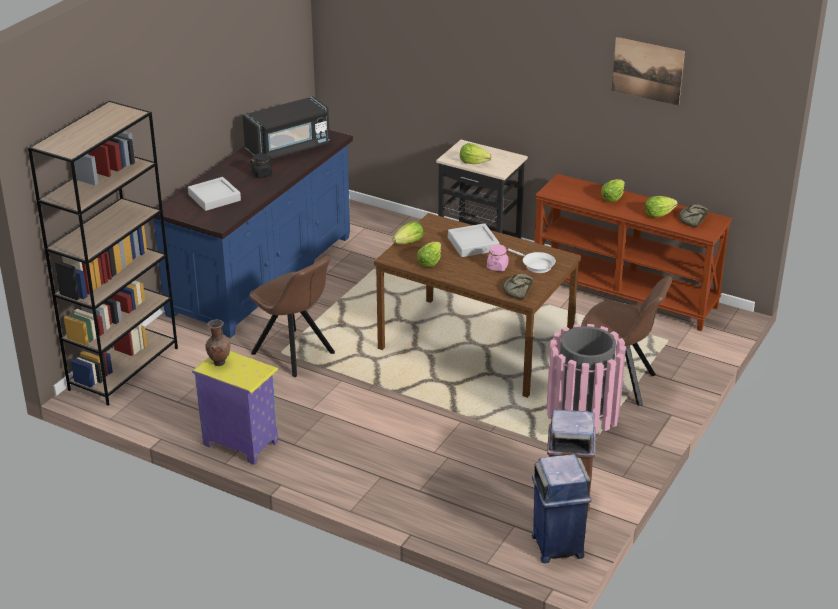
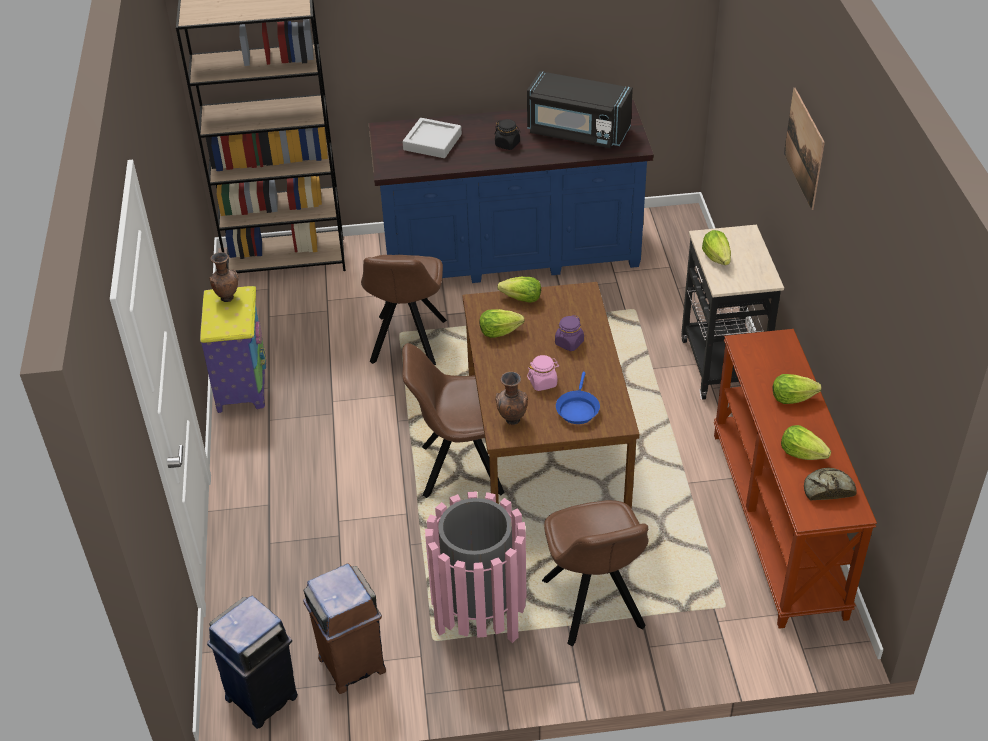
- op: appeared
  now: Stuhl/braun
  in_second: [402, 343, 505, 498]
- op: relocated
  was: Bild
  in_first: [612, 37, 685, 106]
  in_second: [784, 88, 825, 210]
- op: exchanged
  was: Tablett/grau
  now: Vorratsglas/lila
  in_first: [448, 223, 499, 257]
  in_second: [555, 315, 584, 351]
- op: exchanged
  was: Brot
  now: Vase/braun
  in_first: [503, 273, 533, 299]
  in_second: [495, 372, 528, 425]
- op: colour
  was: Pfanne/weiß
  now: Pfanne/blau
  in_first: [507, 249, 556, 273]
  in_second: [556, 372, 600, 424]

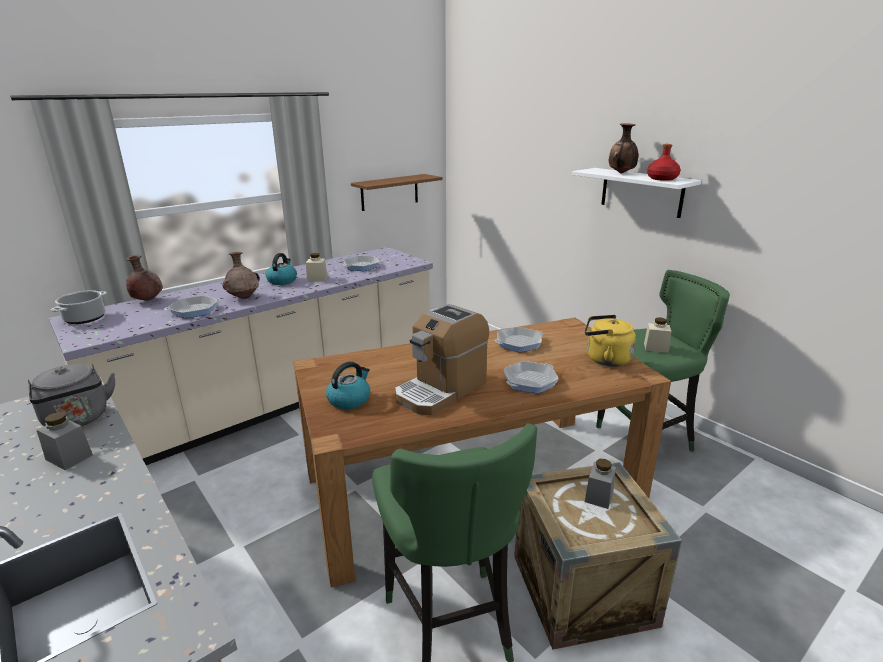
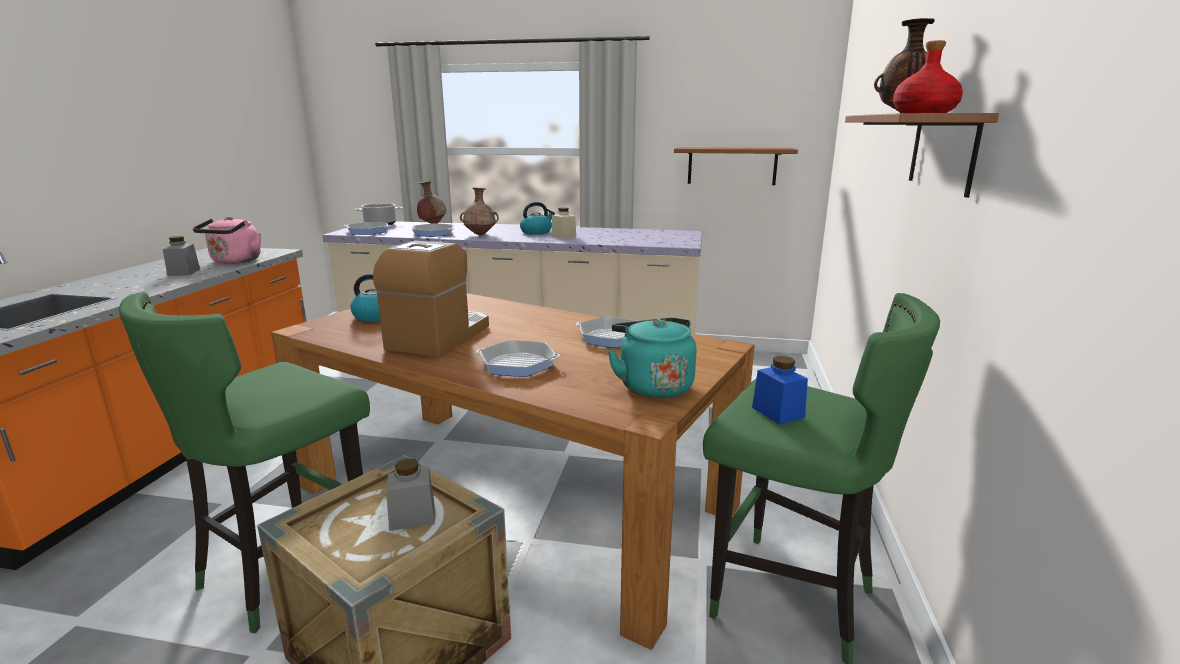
- op: relocated
  was: Pfanne
  in_first: [343, 256, 379, 271]
  in_second: [344, 222, 391, 235]
- op: colour
  was: Wasserkessel/grau
  now: Wasserkessel/rosa
  in_first: [28, 363, 115, 426]
  in_second: [193, 216, 261, 264]
- op: colour
  was: Wandregal/weiß
  now: Wandregal/braun
  in_first: [572, 168, 701, 218]
  in_second: [845, 113, 999, 198]
- op: colour
  was: Wasserkessel/gelb
  now: Wasserkessel/türkis
  in_first: [585, 315, 636, 367]
  in_second: [608, 318, 696, 398]
- op: colour
  was: Vorratsglas/beige
  now: Vorratsglas/blau
  in_first: [644, 317, 671, 353]
  in_second: [752, 356, 808, 425]
- op: spun
  was: Kaffeemaschine
  in_first: [395, 304, 489, 415]
  in_second: [373, 240, 489, 358]
  clockwise: 105

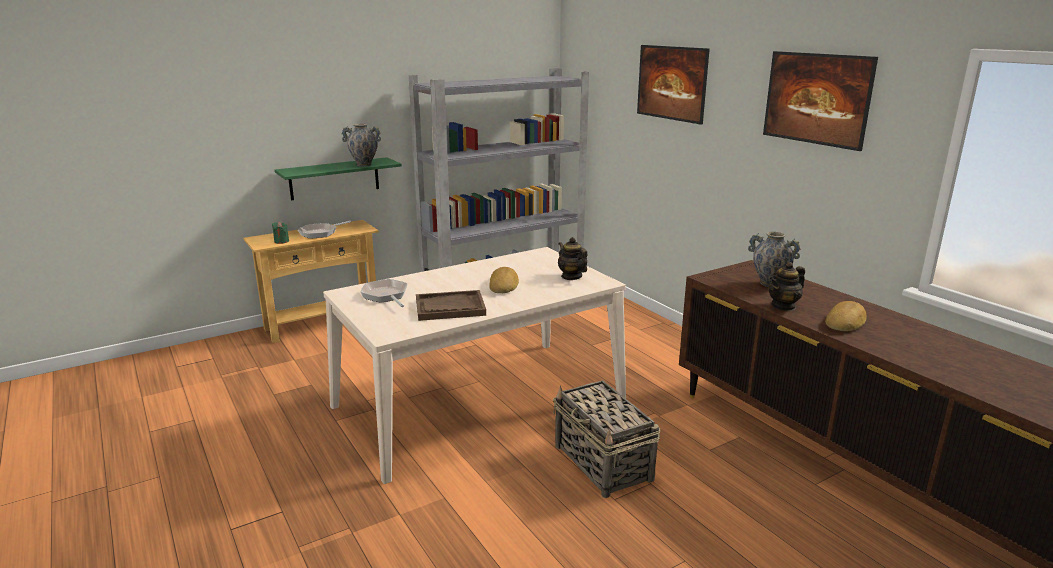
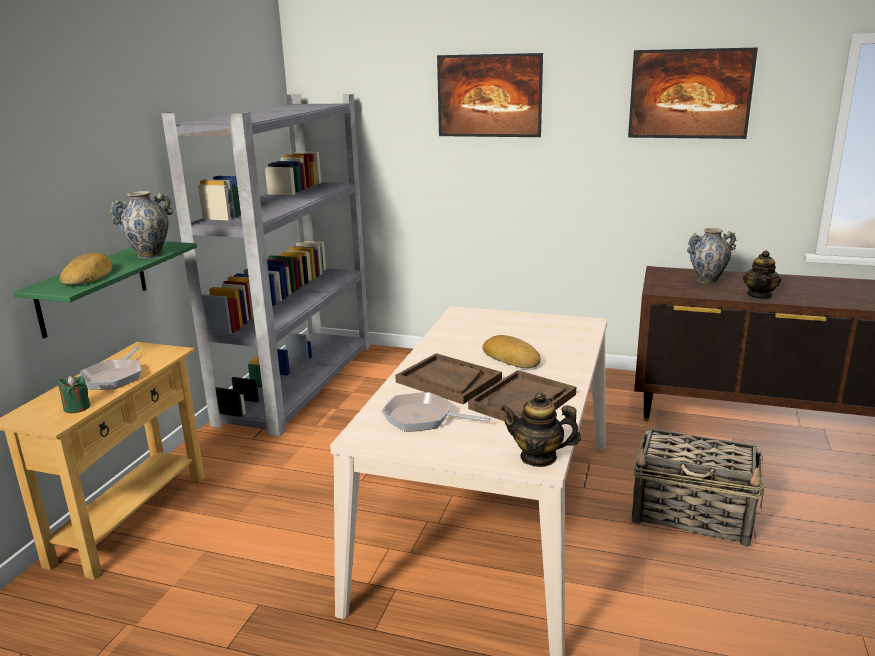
- op: appeared
  now: Tablett/braun
  in_second: [395, 353, 502, 404]
- op: relocated
  was: Teekanne
  in_first: [558, 237, 587, 280]
  in_second: [501, 392, 581, 467]
- op: relocated
  was: Brot
  in_first: [825, 301, 867, 331]
  in_second: [60, 253, 112, 285]

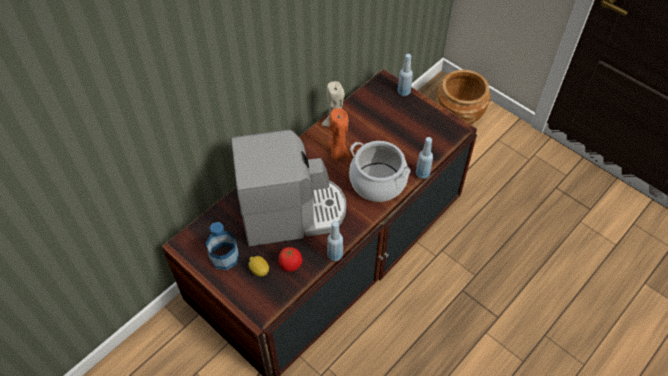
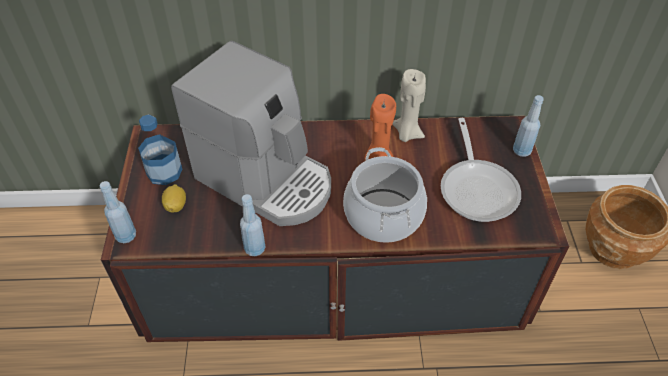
- op: missing
  was: Tomate
  in_first: [279, 247, 302, 272]
- op: appeared
  now: Pfanne
  in_second: [441, 118, 521, 222]
- op: relocated
  was: Flasche/blau
  in_first: [416, 137, 433, 179]
  in_second: [99, 181, 136, 243]

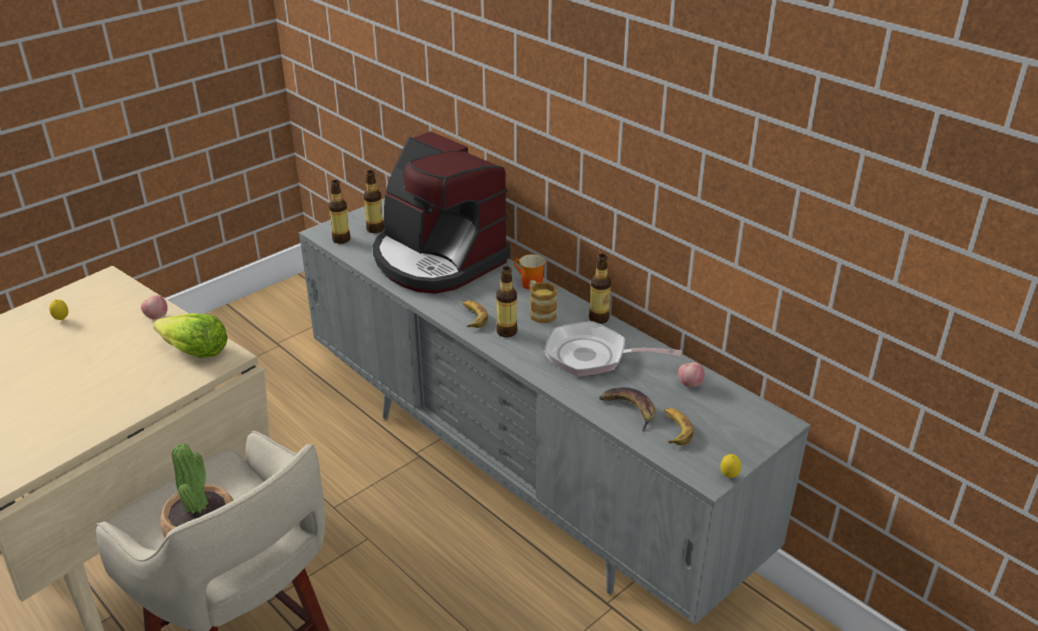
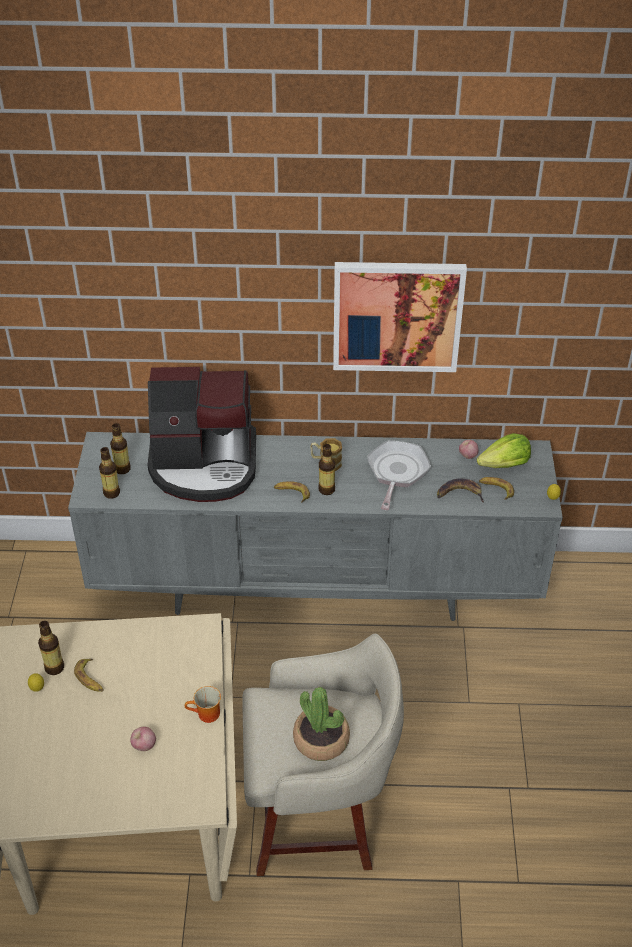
- op: appeared
  now: Banane
  in_second: [74, 659, 103, 692]
- op: appeared
  now: Bild
  in_second: [333, 262, 467, 372]
- op: relocated
  was: Apfel
  in_first: [141, 295, 168, 320]
  in_second: [130, 727, 156, 751]
- op: relocated
  was: Salatkopf
  in_first: [153, 313, 228, 358]
  in_second: [477, 433, 531, 468]
- op: relocated
  was: Henkelbecher
  in_first: [514, 254, 545, 290]
  in_second: [184, 686, 221, 723]
- op: relocated
  was: Flasche
  in_first: [589, 254, 611, 324]
  in_second: [38, 621, 64, 675]
- op: spun
  was: Pfanne
  in_first: [545, 321, 682, 377]
  in_second: [367, 440, 431, 510]
  clockwise: 135

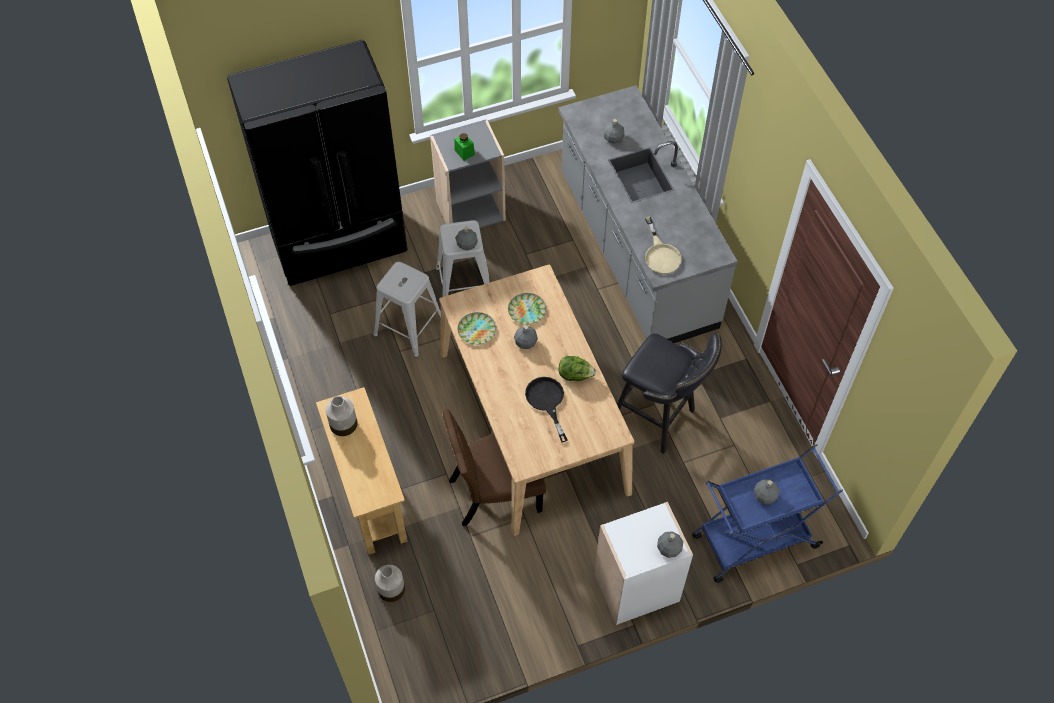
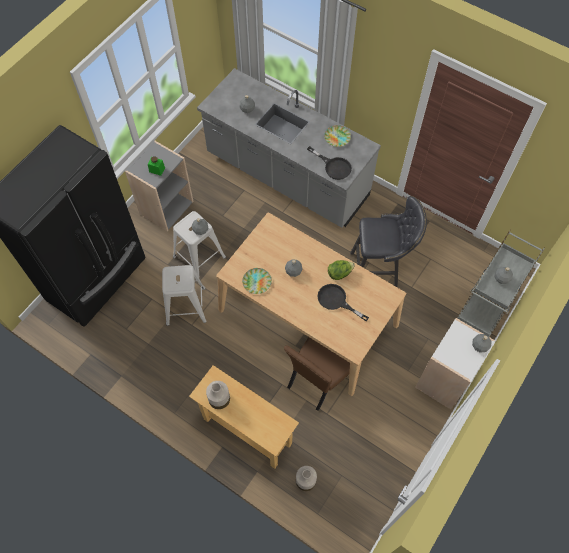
- op: relocated
  was: Teller
  in_first: [508, 293, 546, 325]
  in_second: [324, 125, 351, 147]
- op: colour
  was: Pfanne/beige
  now: Pfanne/schwarz
  in_first: [645, 216, 682, 274]
  in_second: [307, 146, 352, 180]
- op: colour
  was: Rollwagen/blau
  now: Rollwagen/grau
  in_first: [692, 444, 843, 583]
  in_second: [457, 230, 545, 337]

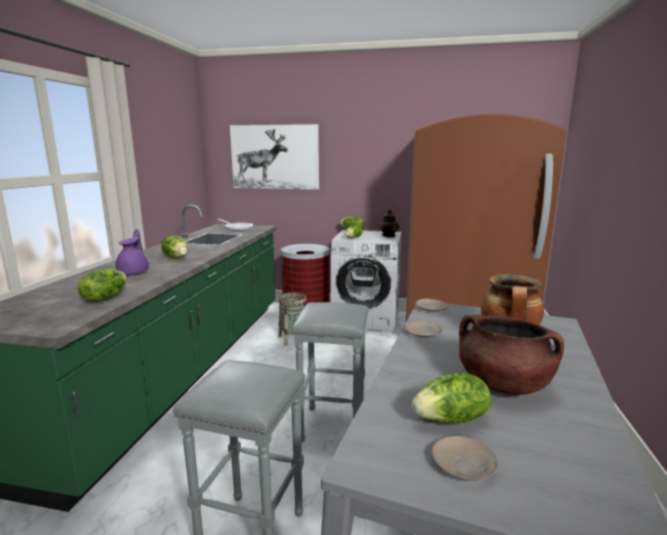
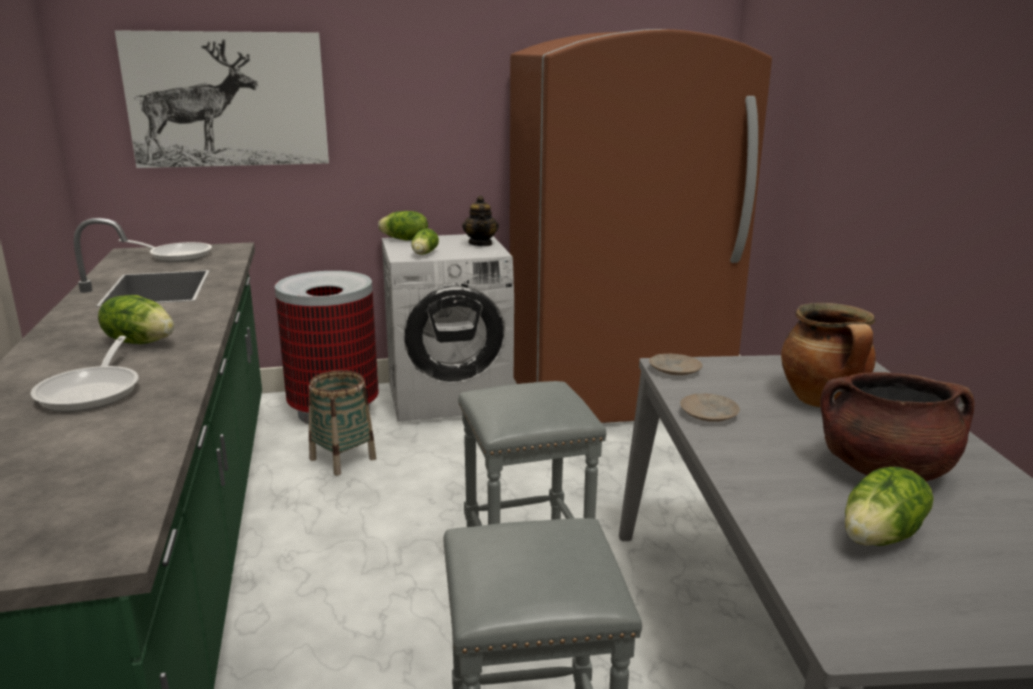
- op: missing
  was: Salatkopf
  in_first: [78, 269, 127, 302]
- op: missing
  was: Teller/beige
  in_first: [432, 436, 499, 481]
- op: exchanged
  was: Teekanne/lila
  now: Pfanne
  in_first: [116, 229, 149, 275]
  in_second: [30, 336, 139, 412]

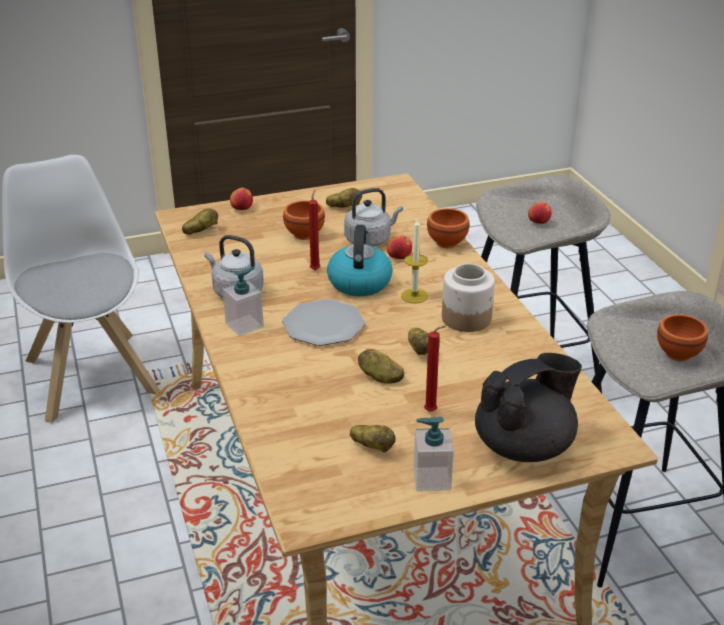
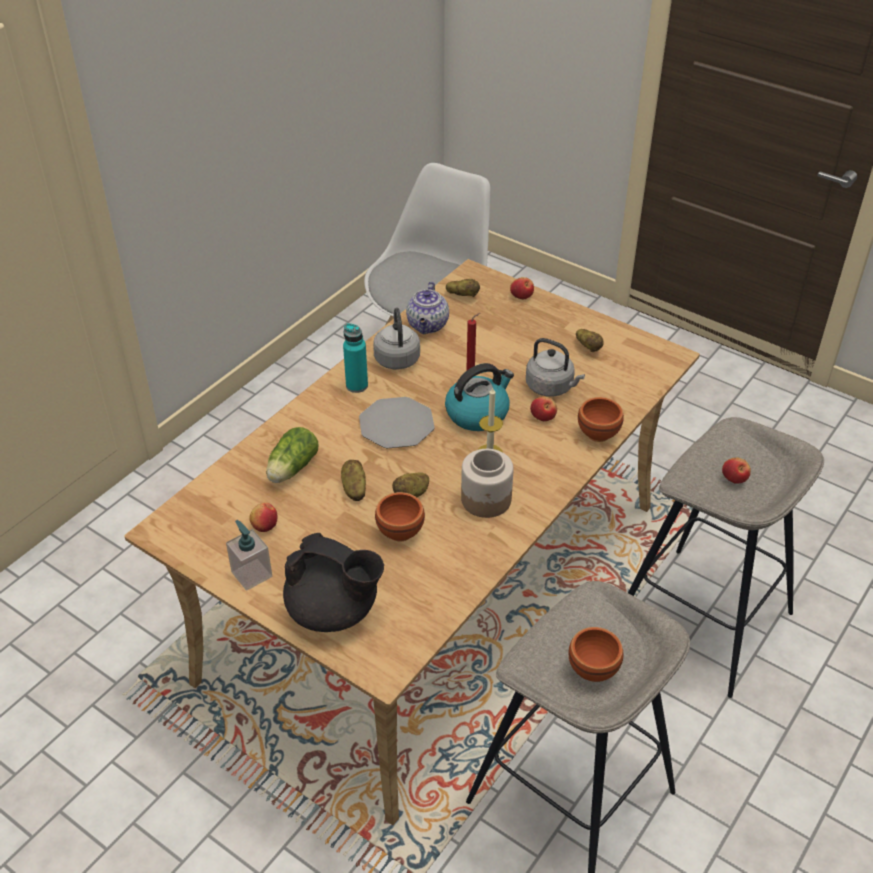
- op: missing
  was: Kerze/rot
  in_first: [424, 326, 446, 412]
- op: appeared
  now: Salatkopf
  in_second: [266, 427, 318, 483]
- op: appeared
  now: Teekanne
  in_second: [406, 282, 449, 334]
- op: relocated
  was: Schüssel/braun
  in_first: [283, 201, 325, 240]
  in_second: [375, 492, 425, 541]
- op: exchanged
  was: Seifenspender
  now: Flasche/türkis
  in_first: [222, 267, 264, 336]
  in_second: [343, 323, 368, 393]
- op: exchanged
  was: Kartoffel
  now: Apfel
  in_first: [350, 425, 396, 452]
  in_second: [249, 502, 277, 532]

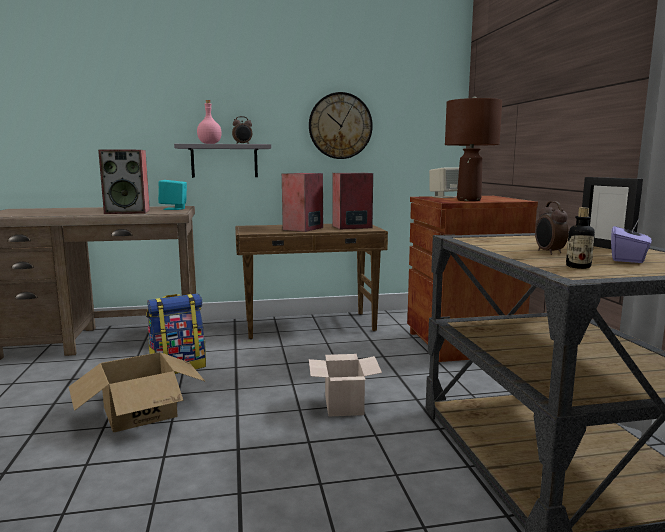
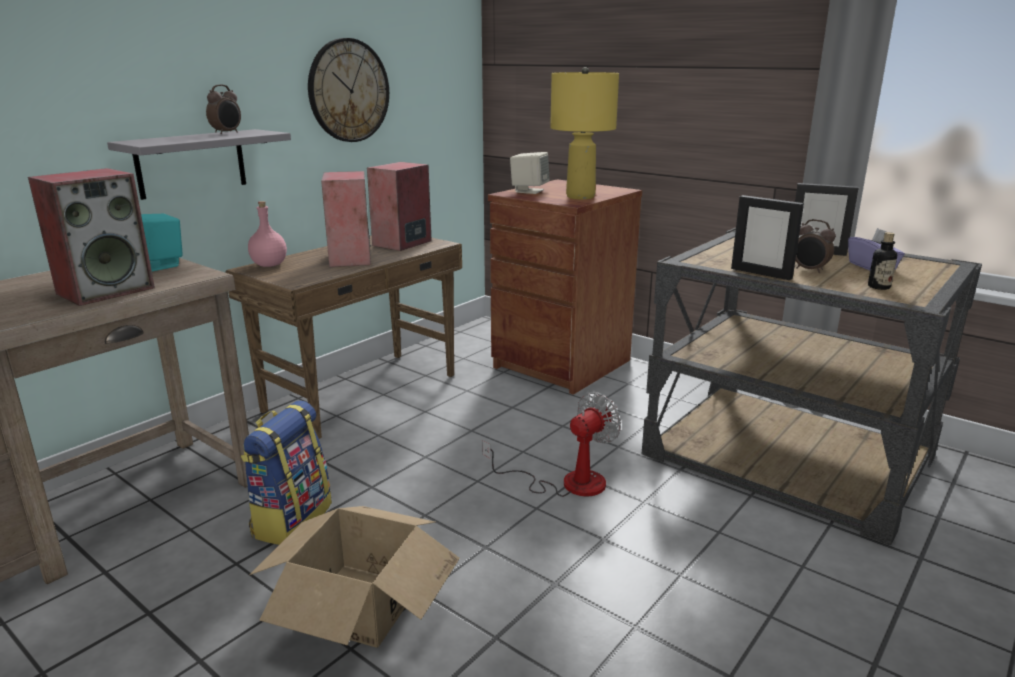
- op: appeared
  now: Bilderrahmen
  in_second: [731, 195, 804, 280]
- op: relocated
  was: Flasche/rosa
  in_first: [197, 100, 222, 144]
  in_second: [248, 201, 287, 267]
- op: exchanged
  was: Karton
  now: Ventilator
  in_first: [309, 354, 382, 417]
  in_second: [482, 392, 621, 497]
- op: colour
  was: Tischlampe/braun
  now: Tischlampe/gelb
  in_first: [445, 97, 502, 201]
  in_second: [550, 67, 619, 199]

